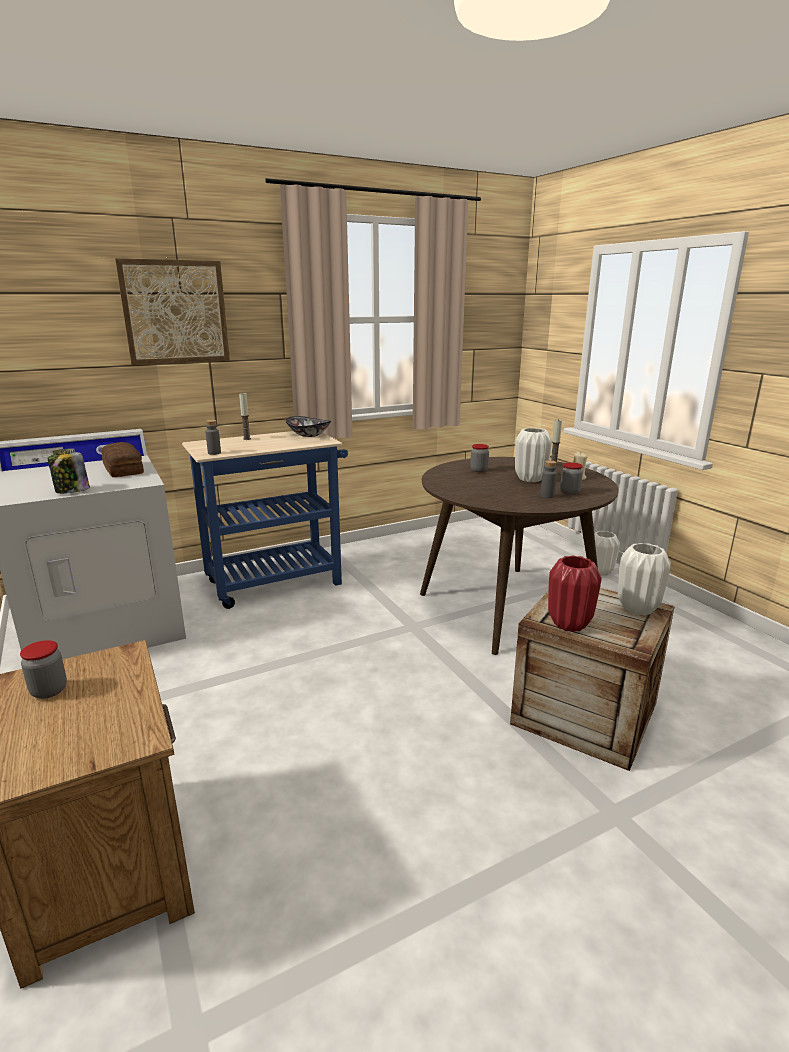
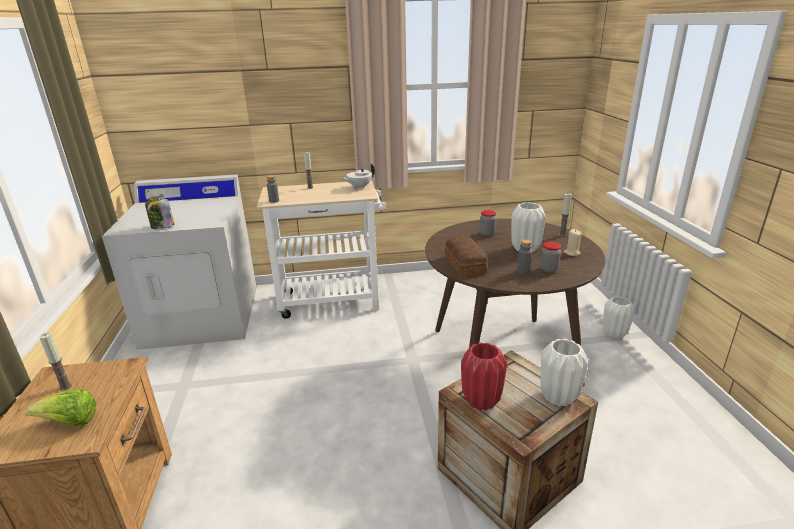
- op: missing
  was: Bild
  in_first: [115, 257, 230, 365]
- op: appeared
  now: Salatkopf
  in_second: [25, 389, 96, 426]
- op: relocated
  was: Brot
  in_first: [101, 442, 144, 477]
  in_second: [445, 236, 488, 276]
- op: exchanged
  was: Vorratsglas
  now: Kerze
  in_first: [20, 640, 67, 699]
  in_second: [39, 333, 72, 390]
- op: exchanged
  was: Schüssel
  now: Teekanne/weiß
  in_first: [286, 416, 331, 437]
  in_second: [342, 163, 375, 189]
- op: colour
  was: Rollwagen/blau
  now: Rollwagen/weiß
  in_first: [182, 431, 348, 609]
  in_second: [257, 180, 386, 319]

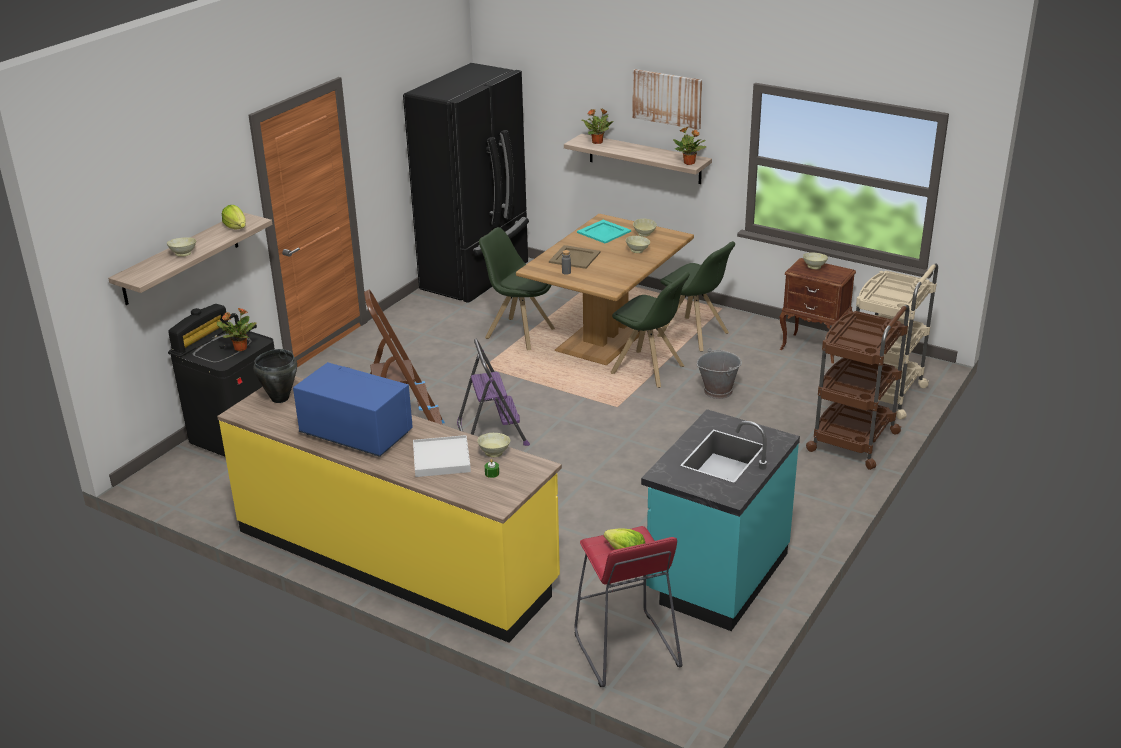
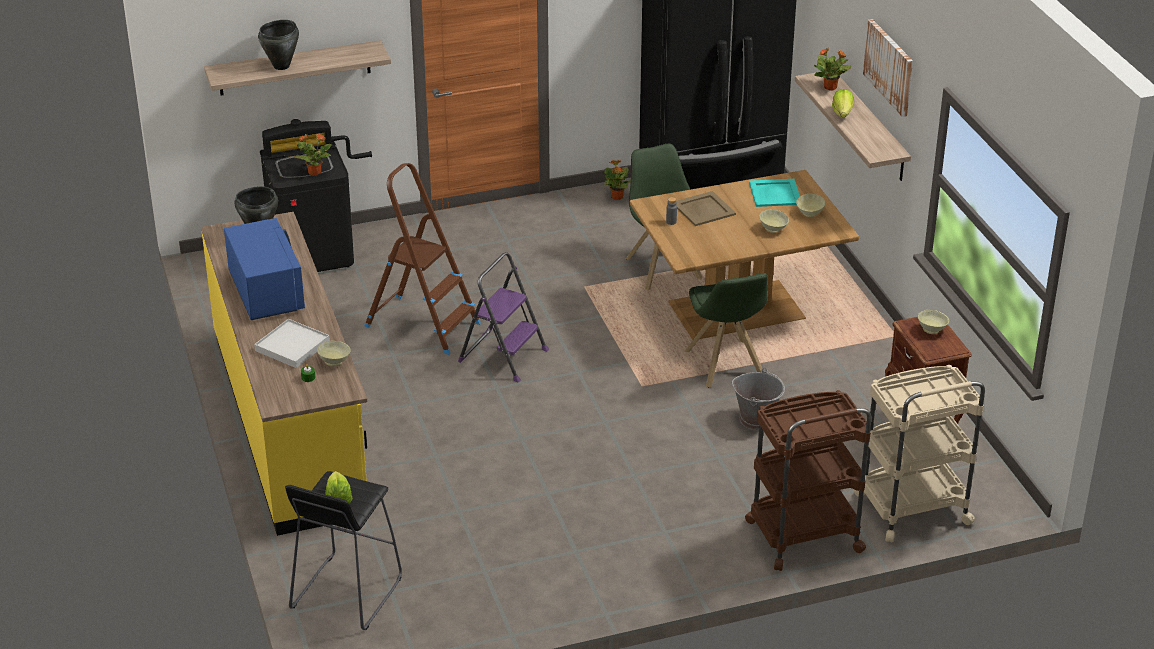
- op: missing
  was: Küchenzeile/türkis
  in_first: [641, 409, 800, 631]
- op: missing
  was: Stuhl/grün
  in_first: [657, 241, 735, 352]
- op: relocated
  was: Salatkopf
  in_first: [222, 205, 246, 229]
  in_second: [832, 89, 854, 118]
- op: relocated
  was: Topfpflanze
  in_first: [673, 127, 706, 165]
  in_second: [602, 160, 631, 200]
- op: exchanged
  was: Schüssel/beige
  now: Kochtopf/schwarz
  in_first: [167, 237, 196, 257]
  in_second: [258, 20, 299, 70]
- op: colour
  was: Hocker/rot
  now: Hocker/schwarz
  in_first: [575, 526, 682, 687]
  in_second: [285, 471, 402, 630]

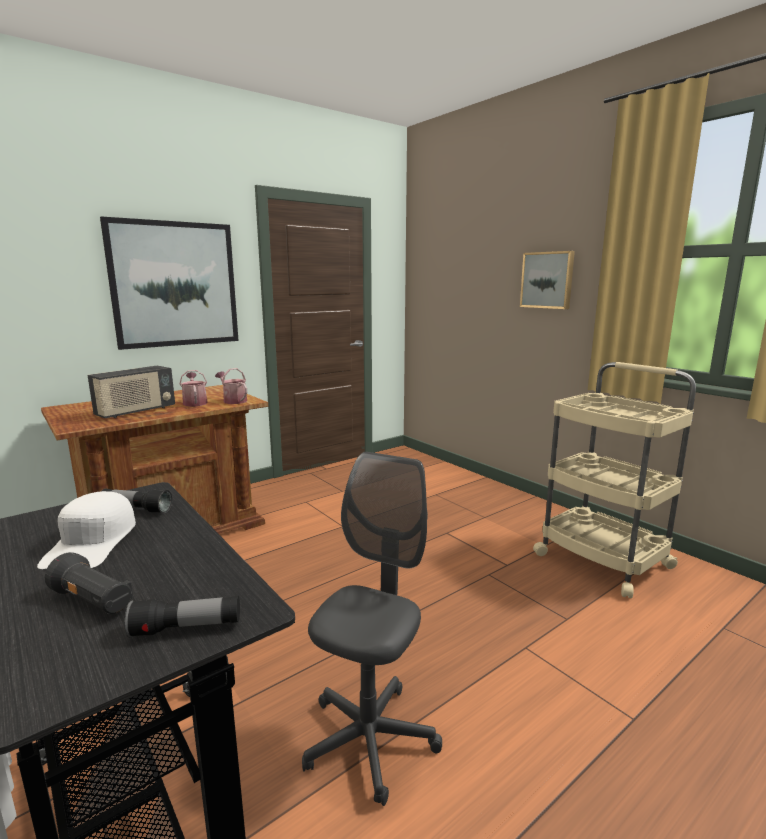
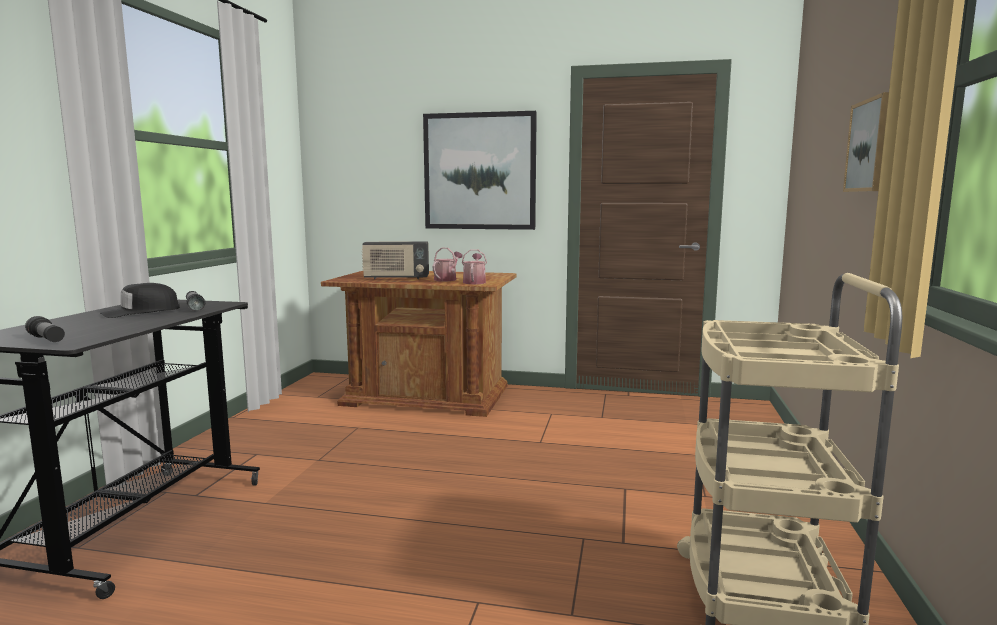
- op: missing
  was: Taschenlampe/schwarz
  in_first: [45, 552, 133, 614]
- op: missing
  was: Bürostuhl/grau
  in_first: [302, 452, 442, 806]
- op: colour
  was: Kappe/weiß
  now: Kappe/schwarz
  in_first: [37, 491, 136, 569]
  in_second: [100, 283, 180, 318]

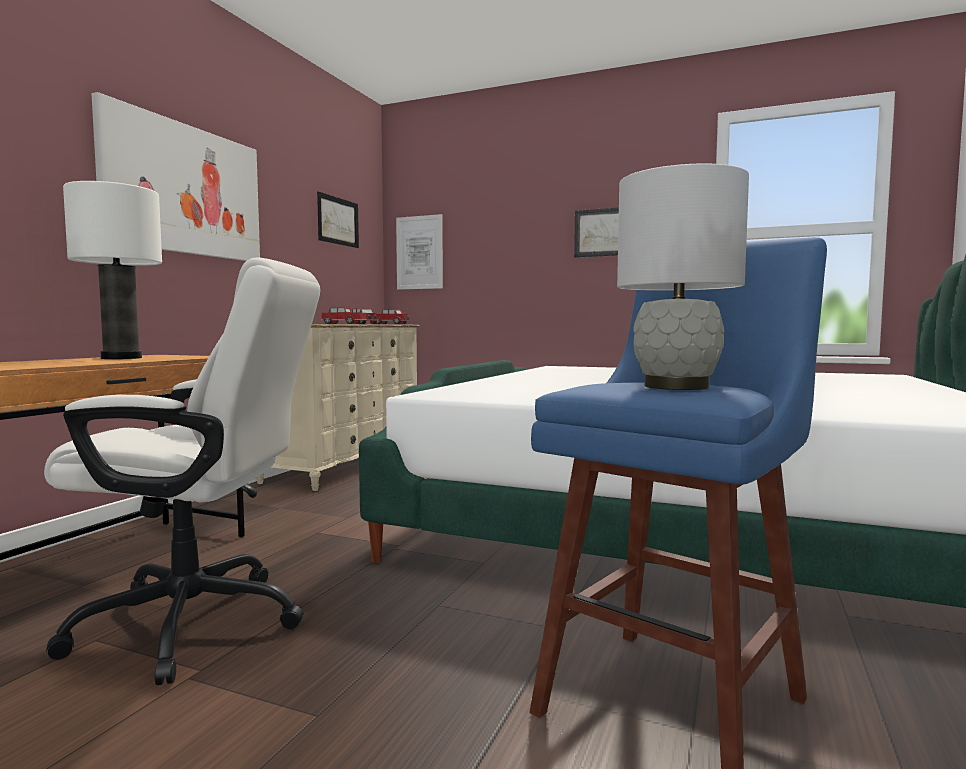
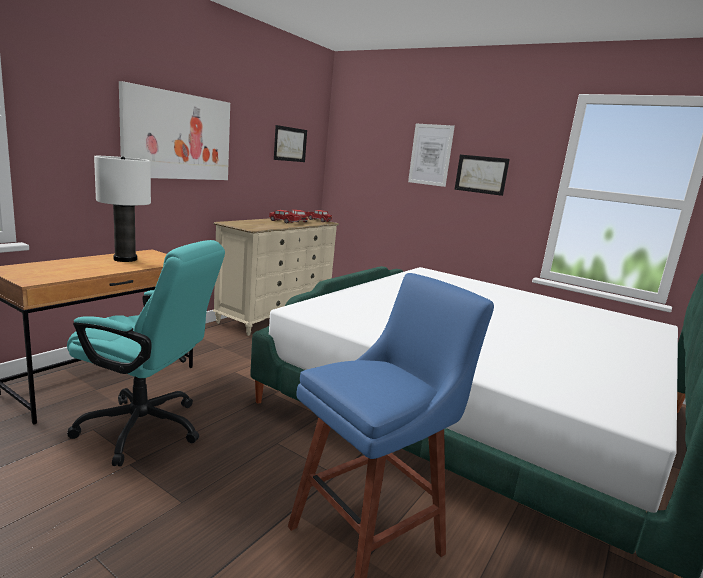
- op: missing
  was: Tischlampe/weiß
  in_first: [617, 164, 749, 390]
- op: relocated
  was: Bild
  in_first: [396, 214, 443, 290]
  in_second: [408, 124, 455, 187]
- op: colour
  was: Bürostuhl/weiß
  now: Bürostuhl/türkis
  in_first: [44, 258, 320, 685]
  in_second: [67, 240, 225, 466]

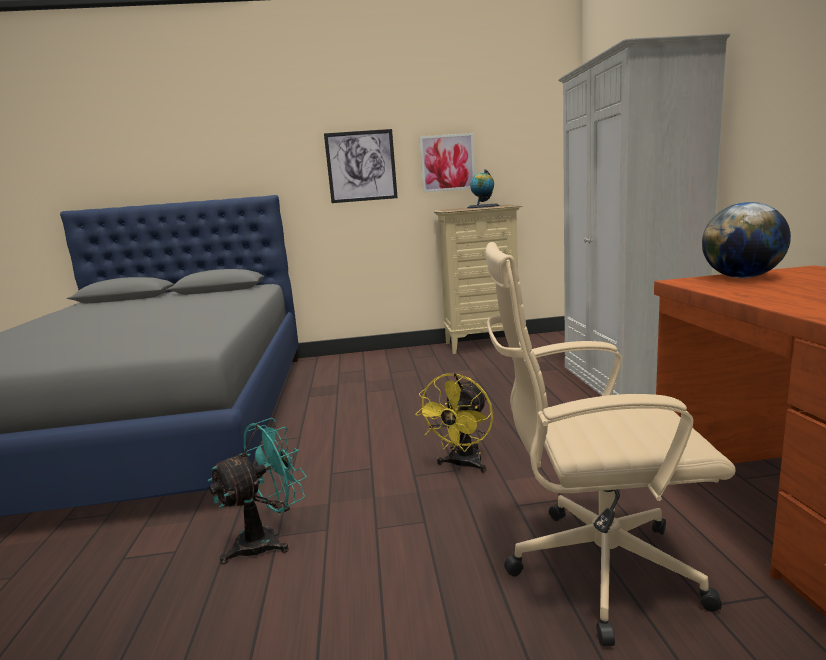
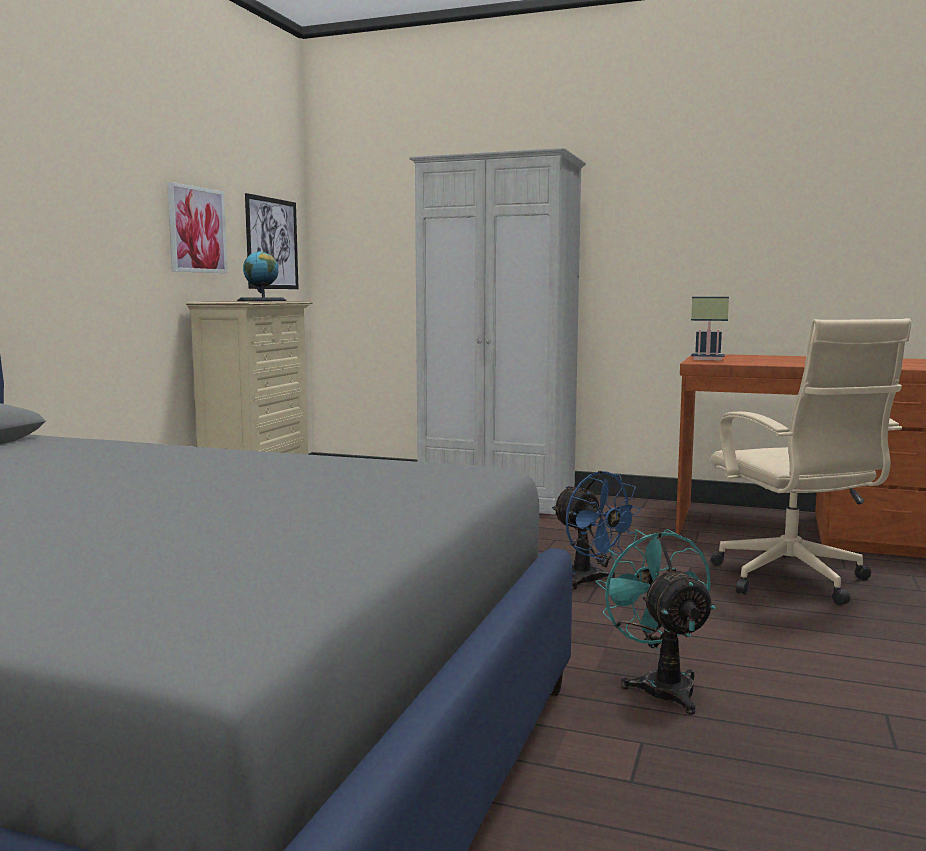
- op: relocated
  was: Bild
  in_first: [324, 129, 398, 203]
  in_second: [245, 193, 299, 289]
- op: exchanged
  was: Globus
  now: Tischlampe
  in_first: [702, 202, 791, 278]
  in_second: [691, 297, 729, 361]
- op: colour
  was: Ventilator/gelb
  now: Ventilator/blau
  in_first: [415, 373, 493, 473]
  in_second: [552, 471, 642, 590]
- op: spun
  was: Bürostuhl/beige
  in_first: [485, 242, 736, 646]
  in_second: [711, 318, 912, 605]
  clockwise: -45

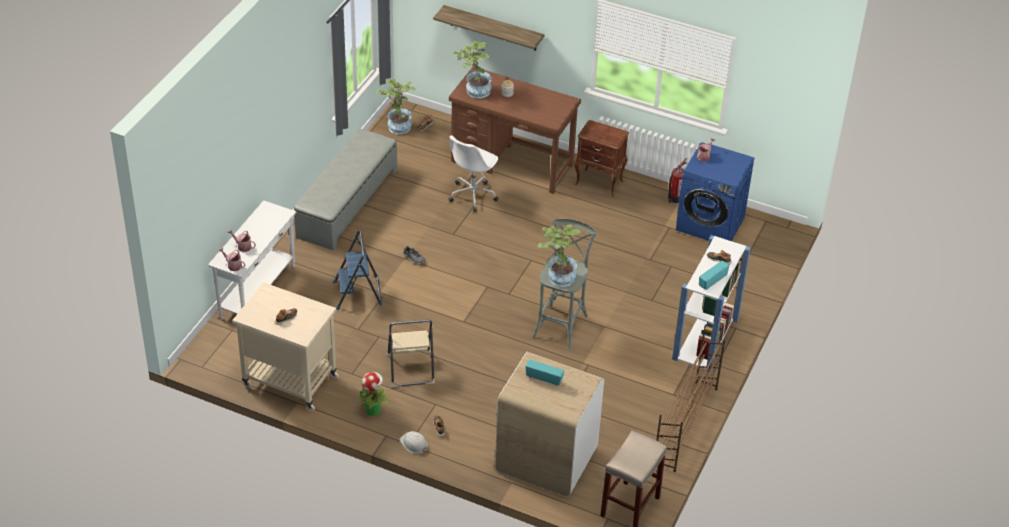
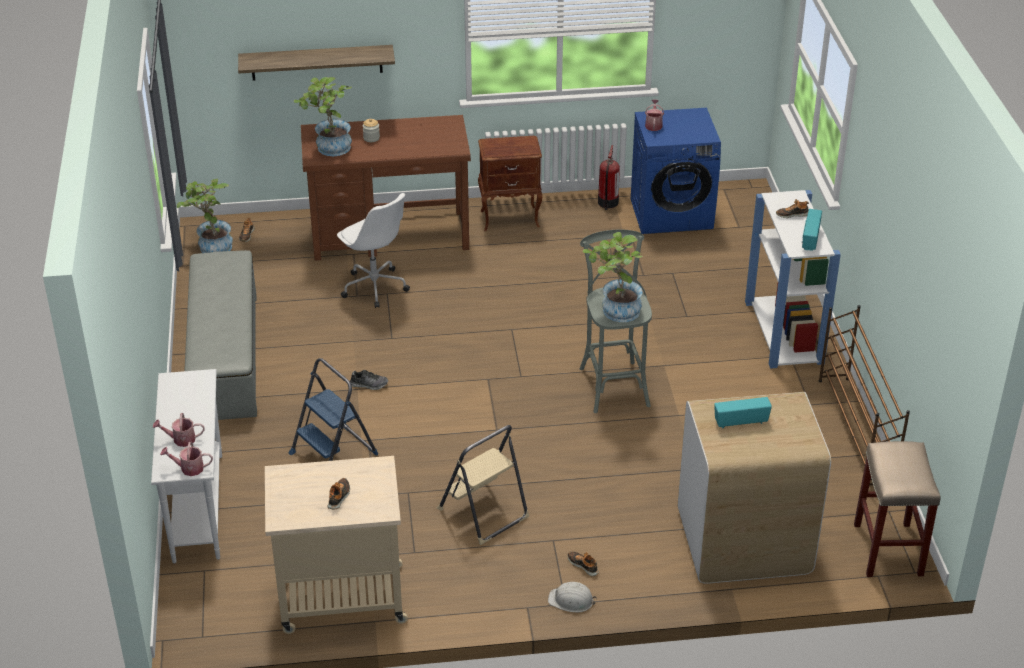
- op: missing
  was: Topfpflanze
  in_first: [356, 372, 389, 416]
- op: spun
  was: Bürostuhl/weiß
  in_first: [449, 135, 498, 212]
  in_second: [337, 193, 410, 308]
  clockwise: -45

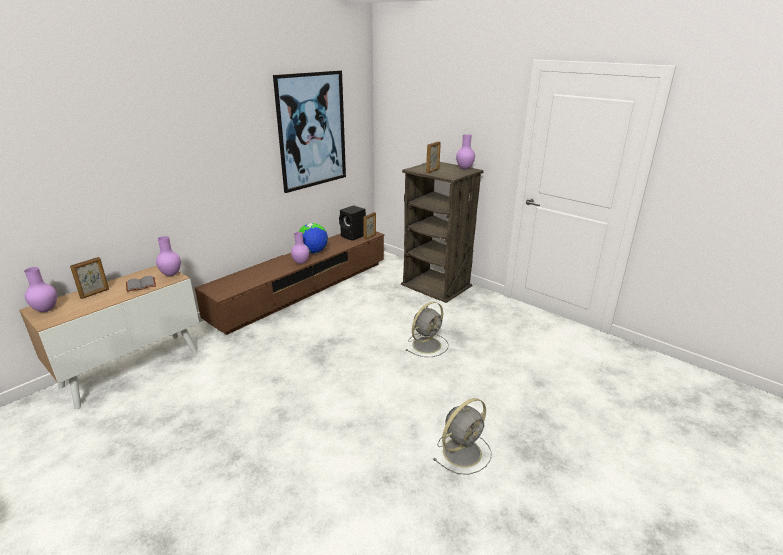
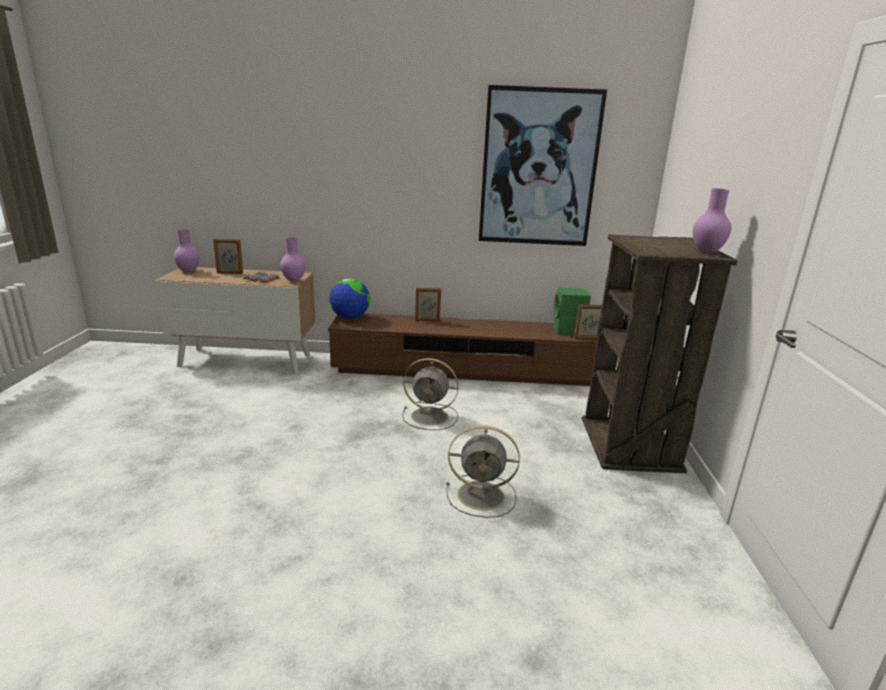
- op: missing
  was: Vase/lila
  in_first: [291, 232, 309, 264]
- op: relocated
  was: Globus
  in_first: [299, 223, 328, 253]
  in_second: [329, 279, 370, 319]
- op: relocated
  was: Bilderrahmen
  in_first: [426, 141, 441, 173]
  in_second: [415, 288, 441, 321]
- op: relocated
  was: Ventilator/grau
  in_first: [433, 398, 492, 475]
  in_second: [402, 358, 459, 430]
- op: colour
  was: Lautsprecher/schwarz
  now: Lautsprecher/grün
  in_first: [339, 205, 366, 241]
  in_second: [553, 287, 591, 335]

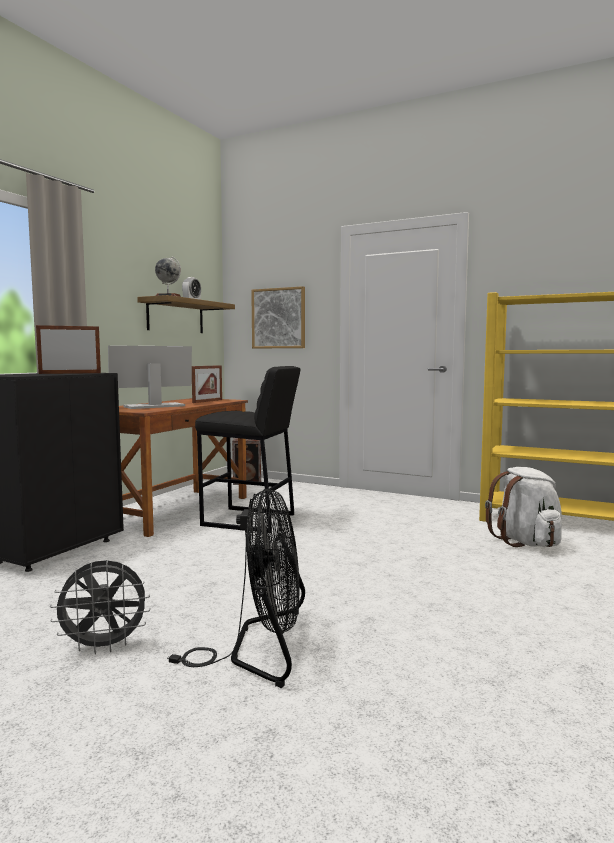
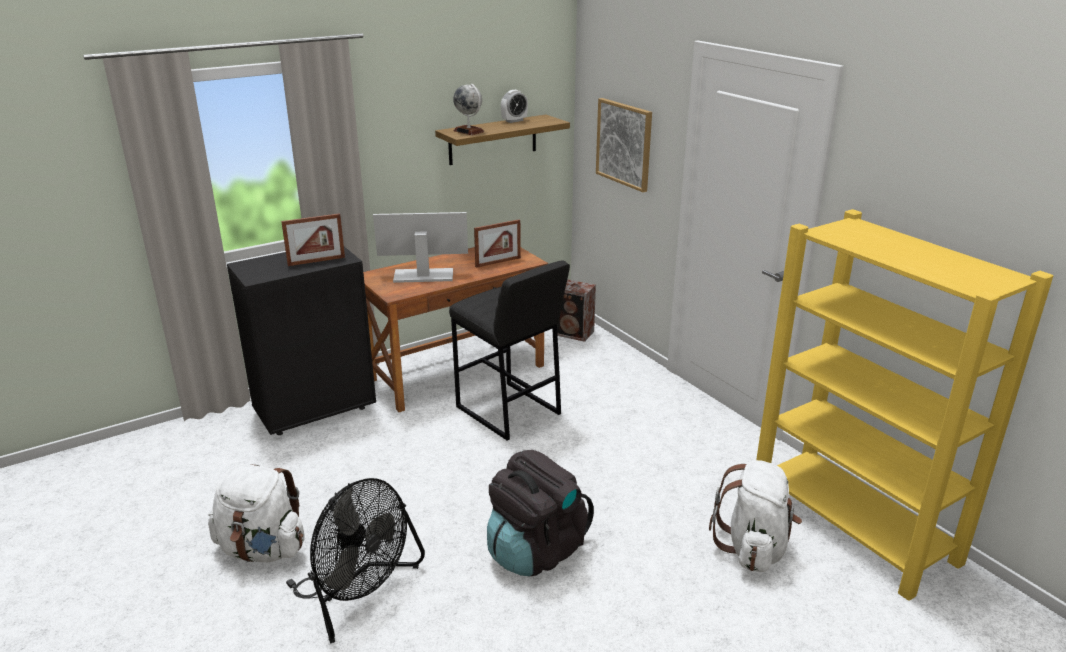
- op: appeared
  now: Rucksack/schwarz
  in_second: [487, 450, 594, 576]
- op: exchanged
  was: Ventilator/grau
  now: Rucksack/weiß
  in_first: [50, 560, 151, 654]
  in_second: [208, 464, 305, 562]
- op: spun
  was: Bilderrahmen
  in_first: [36, 325, 101, 374]
  in_second: [281, 213, 345, 266]
  clockwise: 150

